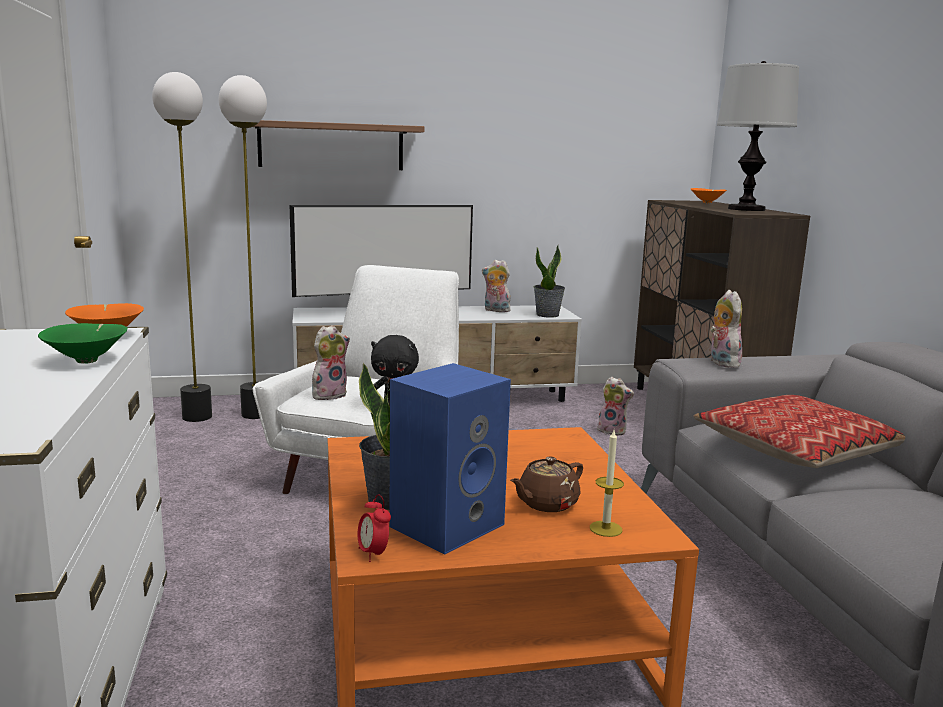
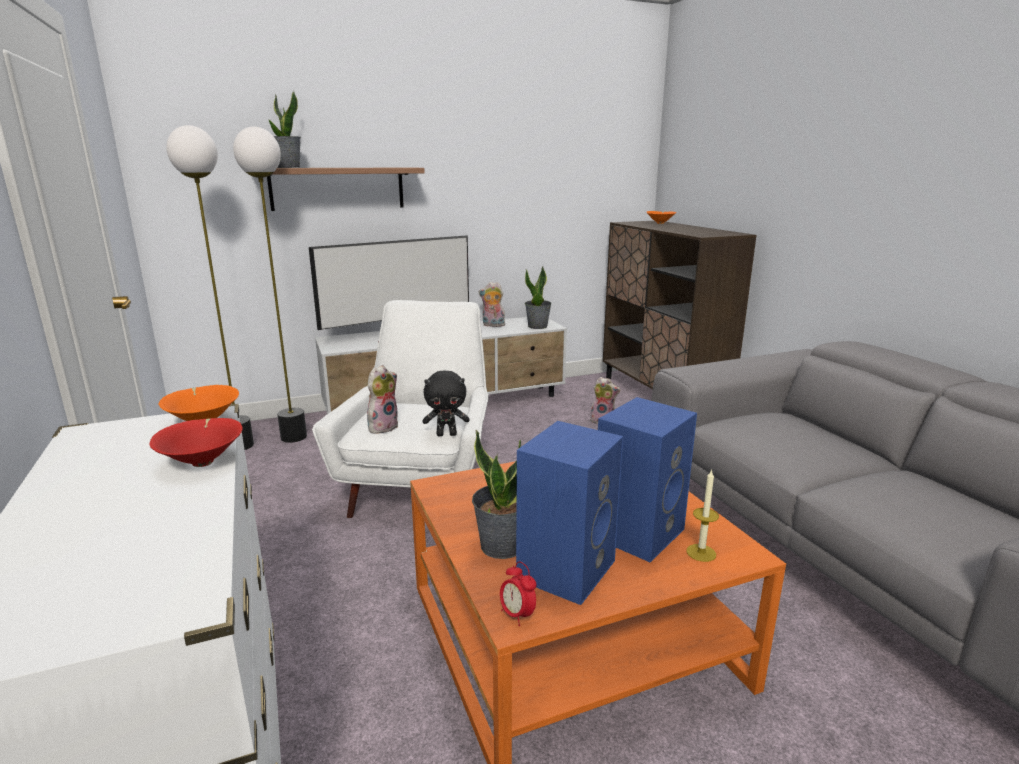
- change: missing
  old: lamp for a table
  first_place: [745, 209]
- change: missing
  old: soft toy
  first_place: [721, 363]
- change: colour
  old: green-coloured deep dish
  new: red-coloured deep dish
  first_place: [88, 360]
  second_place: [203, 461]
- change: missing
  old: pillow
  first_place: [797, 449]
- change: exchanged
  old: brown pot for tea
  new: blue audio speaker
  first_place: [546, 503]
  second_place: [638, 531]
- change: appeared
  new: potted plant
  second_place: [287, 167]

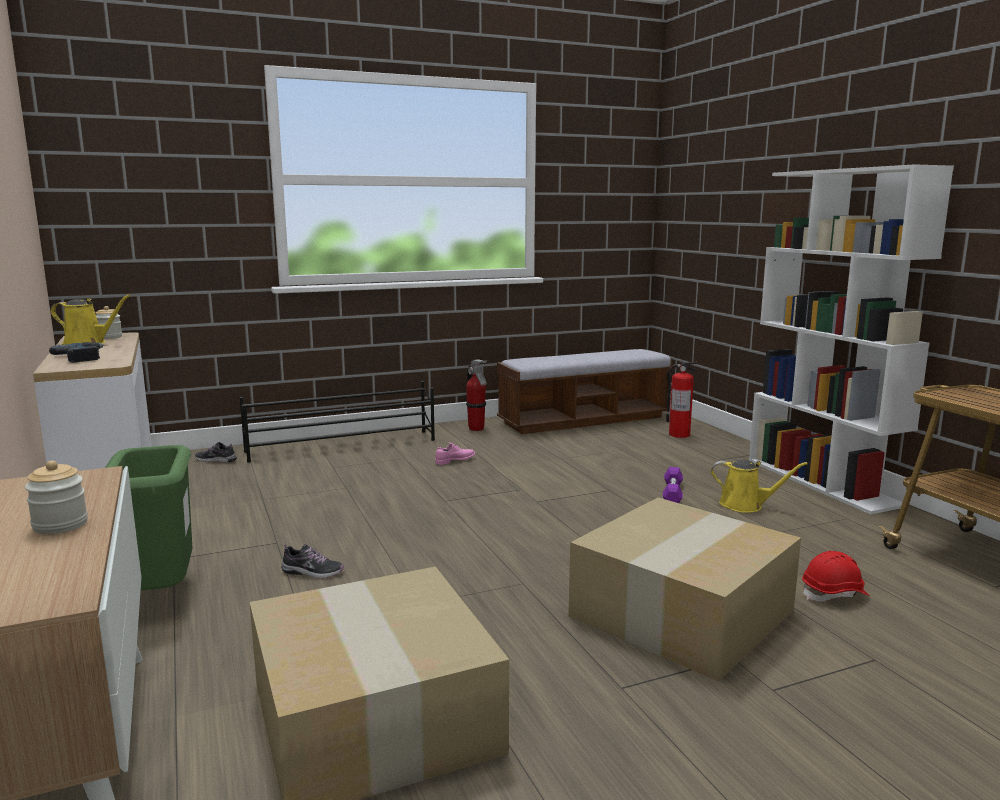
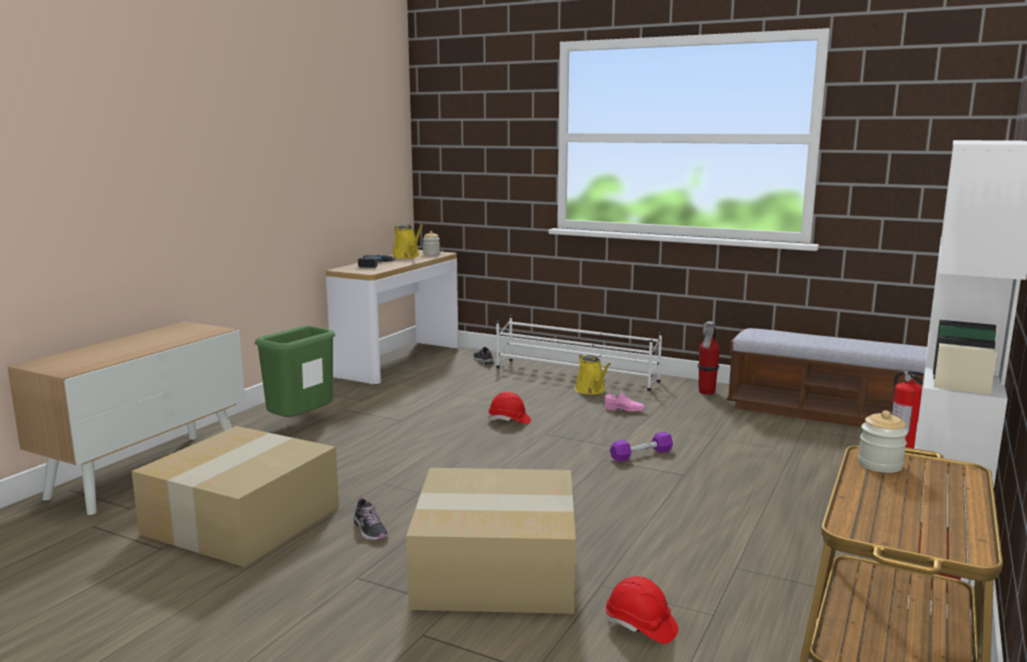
- change: colour
  old: black shoe stand
  new: whitish shoe stand
  first_place: [342, 446]
  second_place: [576, 374]
- change: relocated
  old: storage jar
  first_place: [60, 525]
  second_place: [880, 465]
- change: relocated
  old: yellowish watering can
  first_place: [745, 505]
  second_place: [591, 390]
- change: relocated
  old: purplish dumbbell
  first_place: [672, 494]
  second_place: [641, 454]
- change: relocated
  old: low shoe
  first_place: [312, 572]
  second_place: [370, 530]
- change: appeared
  new: red-coloured safety helmet
  second_place: [509, 420]

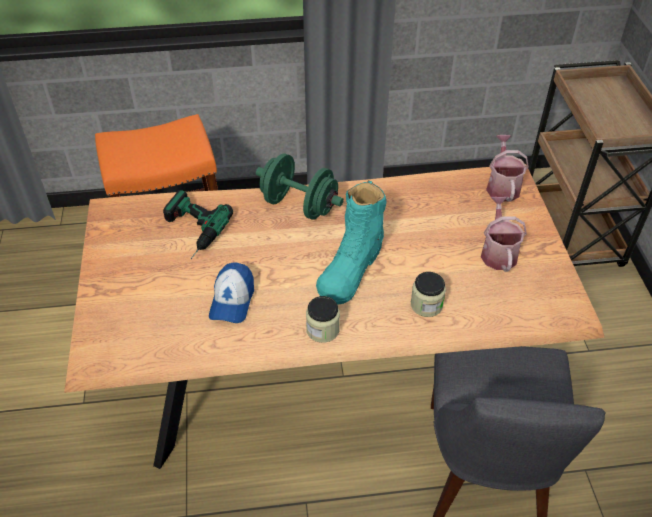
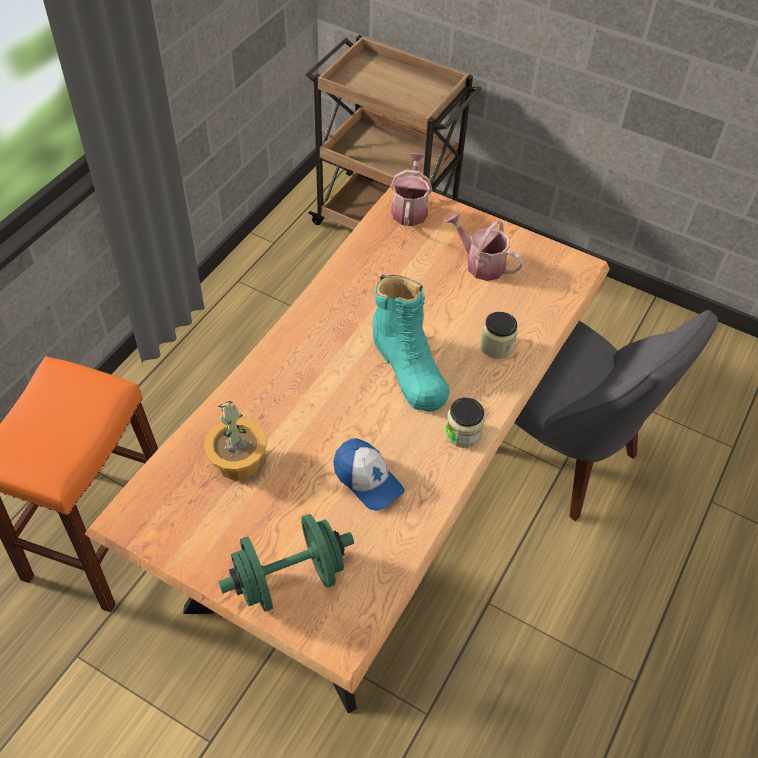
- change: spun
  old: watering can
  first_place: [502, 186]
  second_place: [410, 209]
  degrees: 60
- change: relocated
  old: green-coloured dumbbell
  first_place: [299, 205]
  second_place: [289, 578]
- change: exchanged
  old: power drill
  new: potted plant
  first_place: [190, 231]
  second_place: [238, 462]

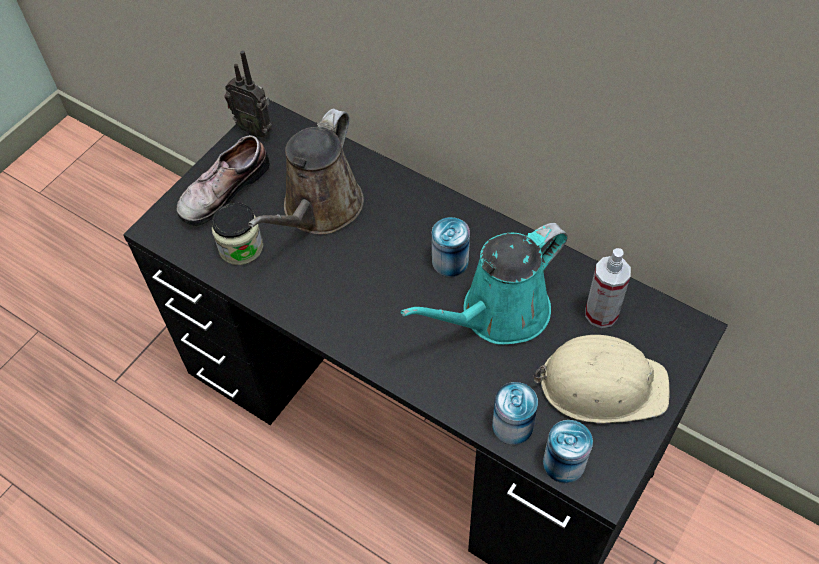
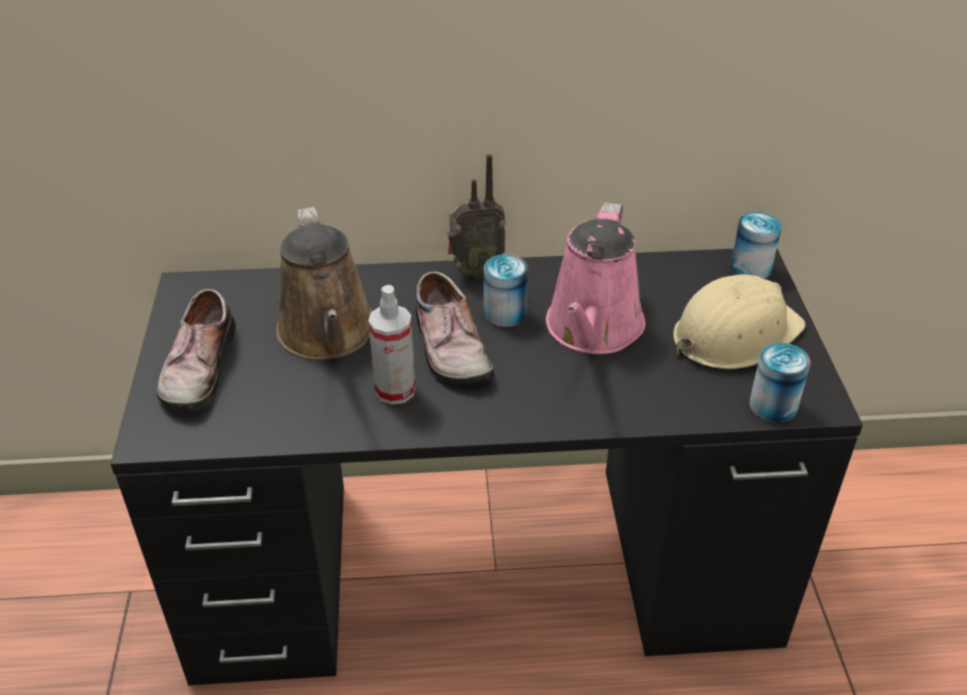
- change: relocated
  old: radio receiver
  first_place: [255, 129]
  second_place: [475, 272]
- change: missing
  old: storage jar
  first_place: [241, 247]
- change: colour
  old: turquoise watering can
  new: pink-coloured watering can
  first_place: [498, 314]
  second_place: [593, 329]
- change: relocated
  old: spray bottle
  first_place: [601, 313]
  second_place: [395, 390]
- change: relocated
  old: sealed can
  first_place: [512, 425]
  second_place: [750, 268]
- change: appeared
  new: low shoe
  second_place: [447, 347]

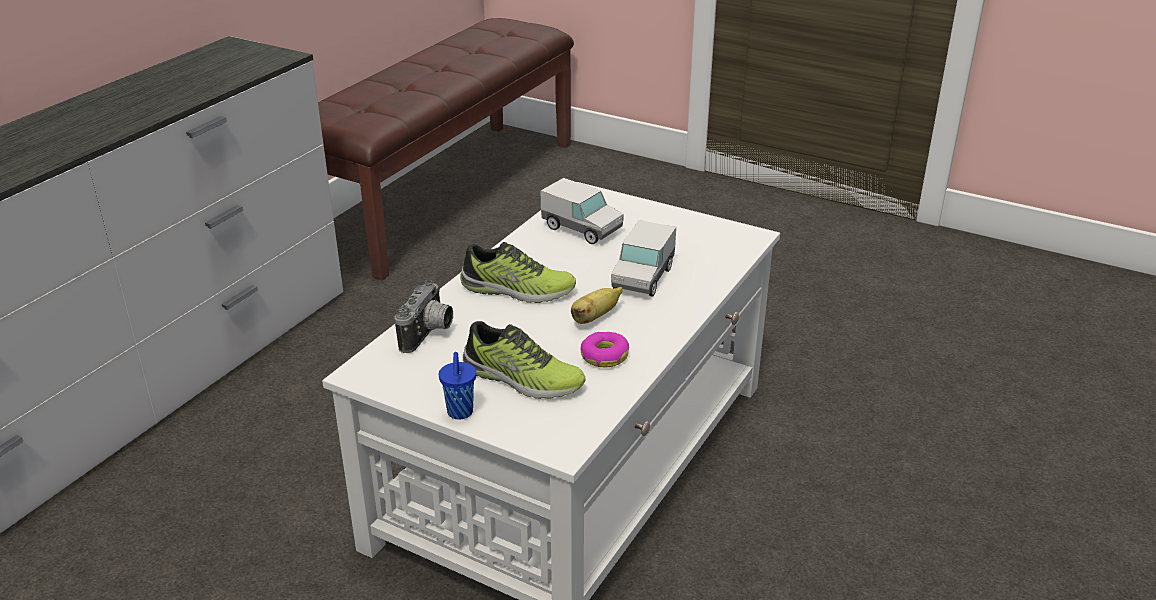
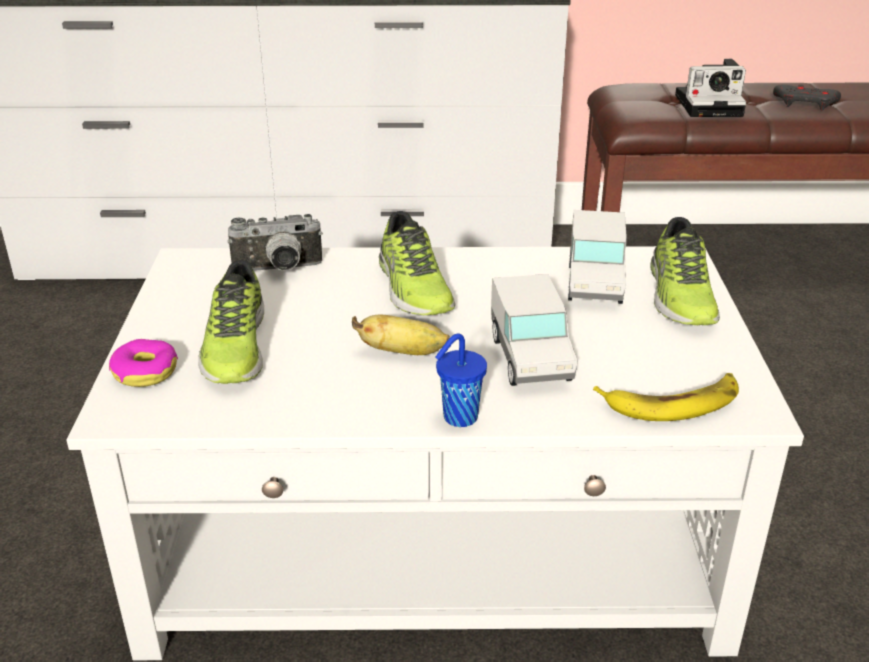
- change: spun
  old: toy truck
  first_place: [643, 278]
  second_place: [530, 358]
  degrees: -90
- change: relocated
  old: donut
  first_place: [604, 356]
  second_place: [145, 372]
- change: relocated
  old: blue drinking cup
  first_place: [460, 413]
  second_place: [458, 418]
- change: appeared
  new: photo camera
  second_place: [711, 105]
- change: appeared
  new: gray joypad
  second_place: [805, 103]
- change: appeared
  new: low shoe
  second_place: [679, 295]
- change: appeared
  new: banana
  second_place: [672, 403]

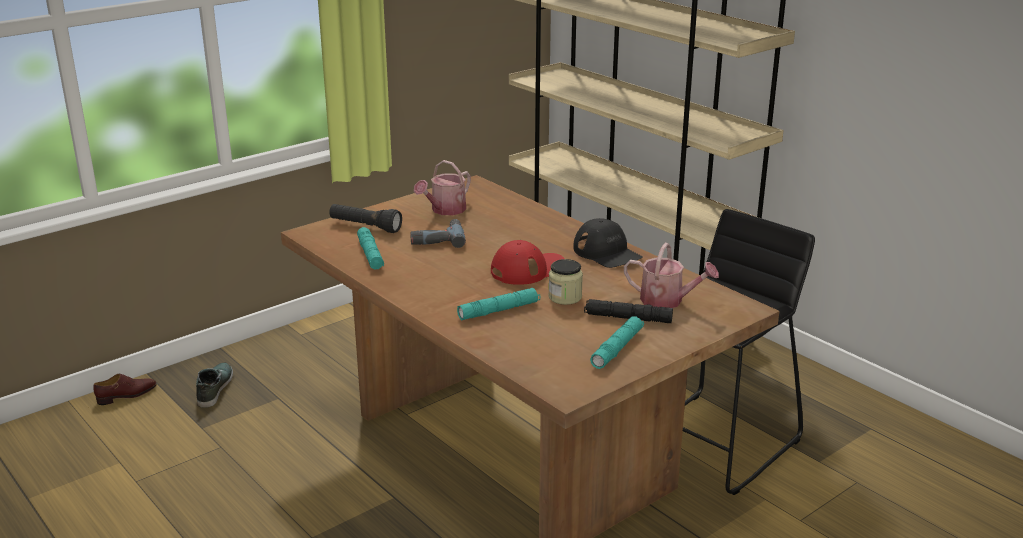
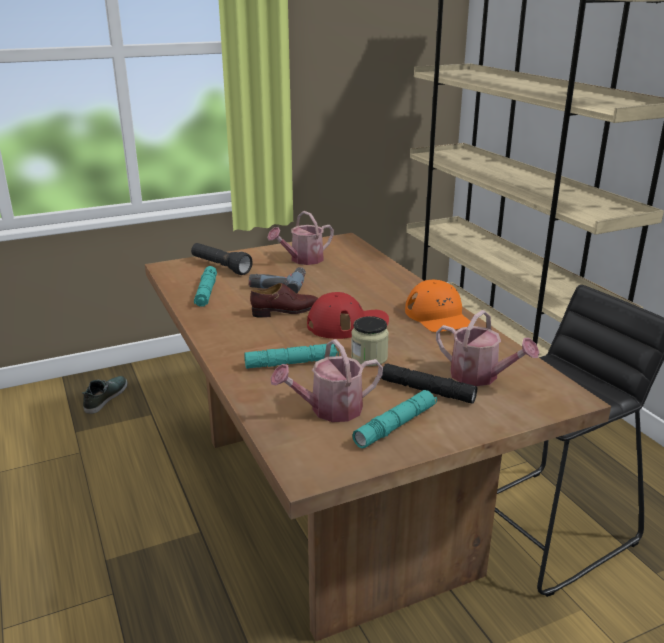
- change: colour
  old: black baseball cap
  new: orange-coloured baseball cap
  first_place: [607, 253]
  second_place: [438, 316]
- change: relocated
  old: brown low shoe
  first_place: [127, 395]
  second_place: [286, 311]
- change: appeared
  new: watering can
  second_place: [329, 410]

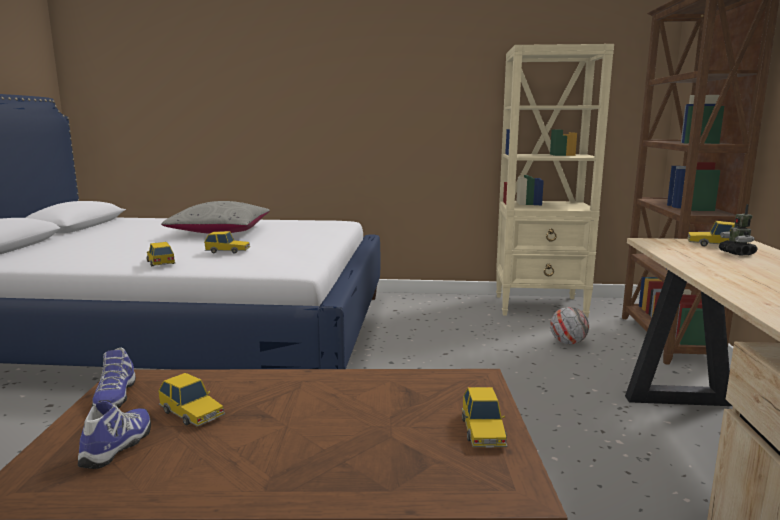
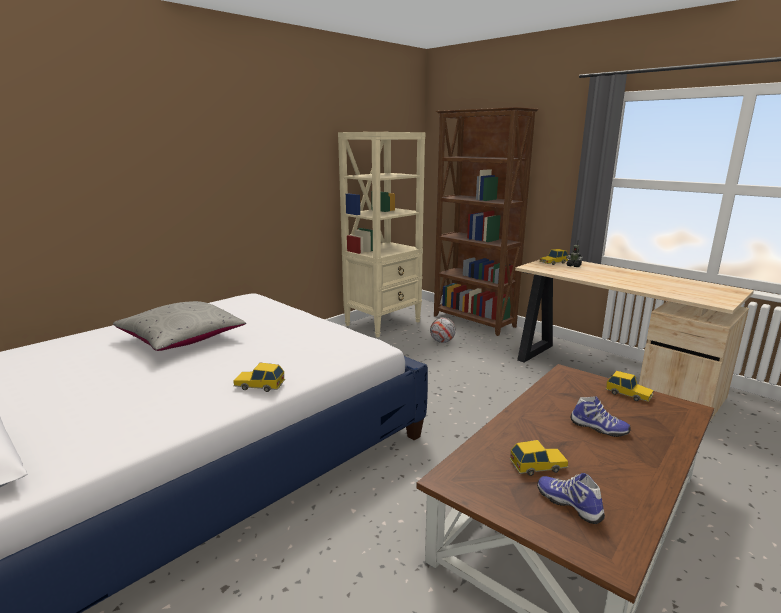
- change: missing
  old: model car
  first_place: [228, 251]
- change: relocated
  old: low shoe
  first_place: [114, 396]
  second_place: [598, 428]

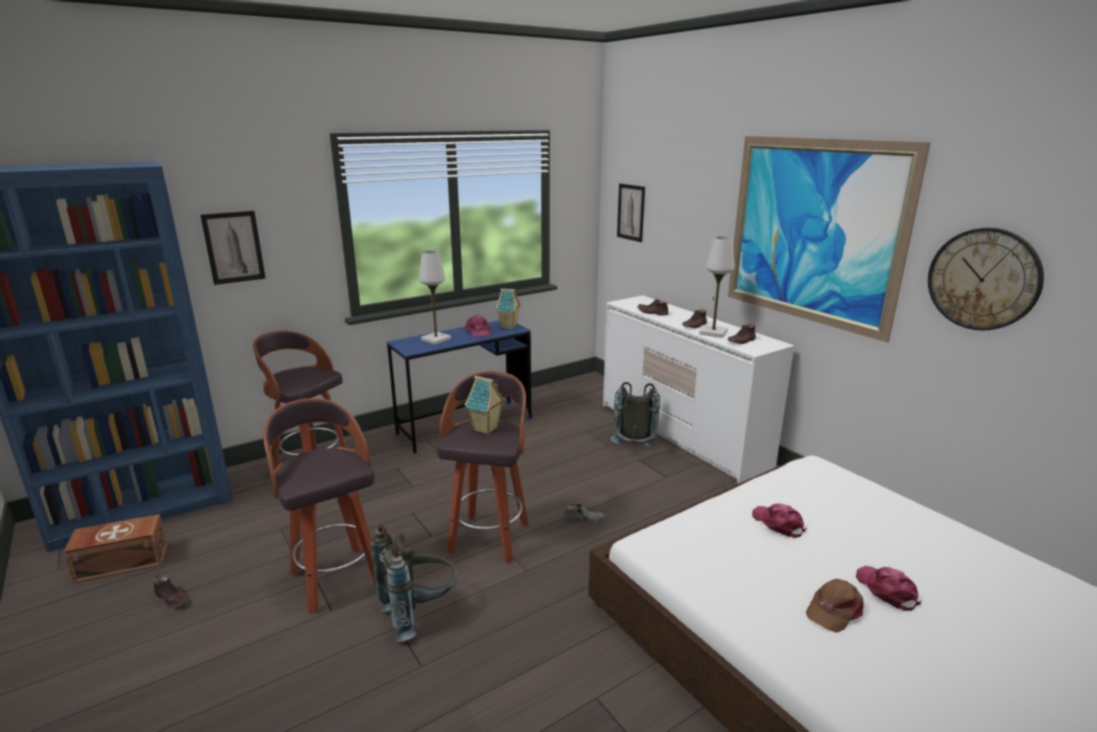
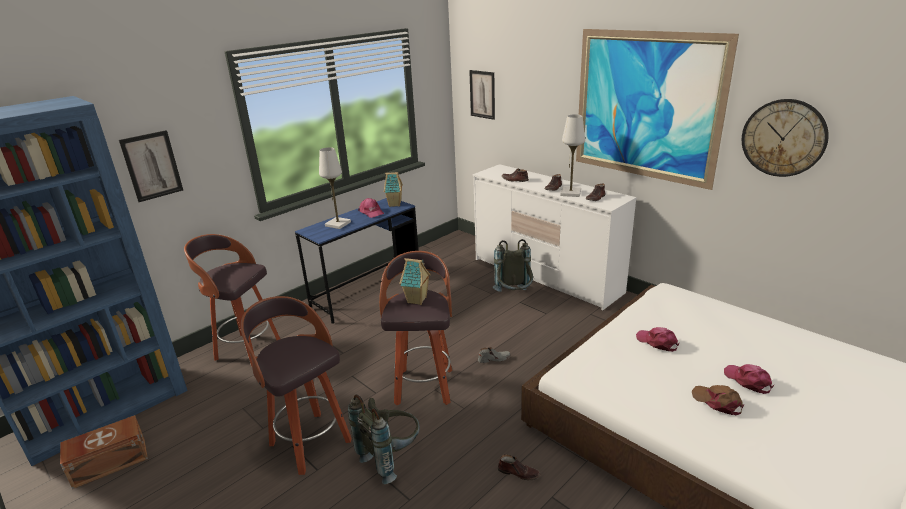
- change: relocated
  old: brown low shoe
  first_place: [172, 598]
  second_place: [519, 472]
- change: spun
  old: brown baseball cap
  first_place: [834, 610]
  second_place: [717, 402]
  degrees: 105

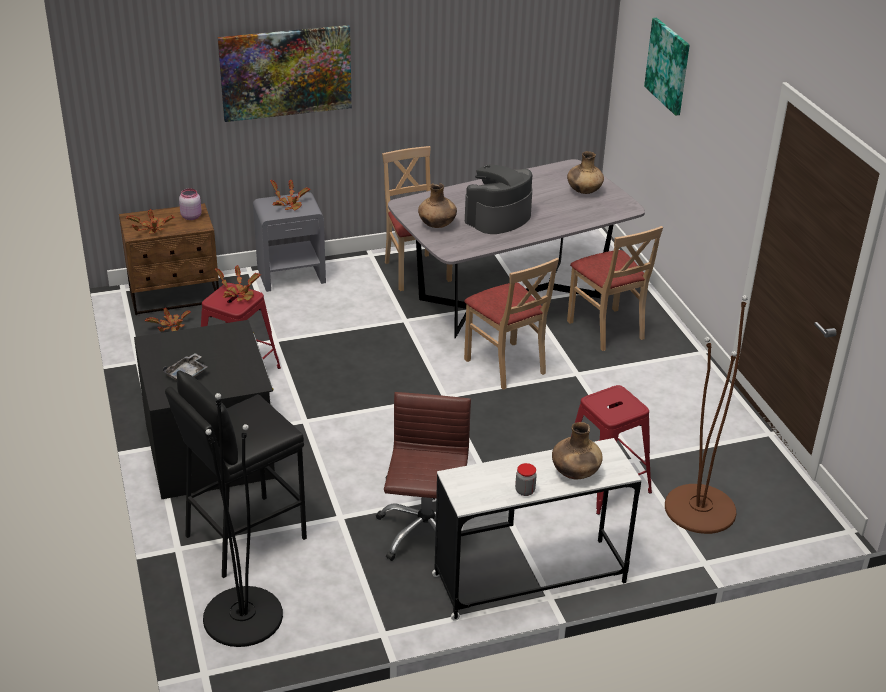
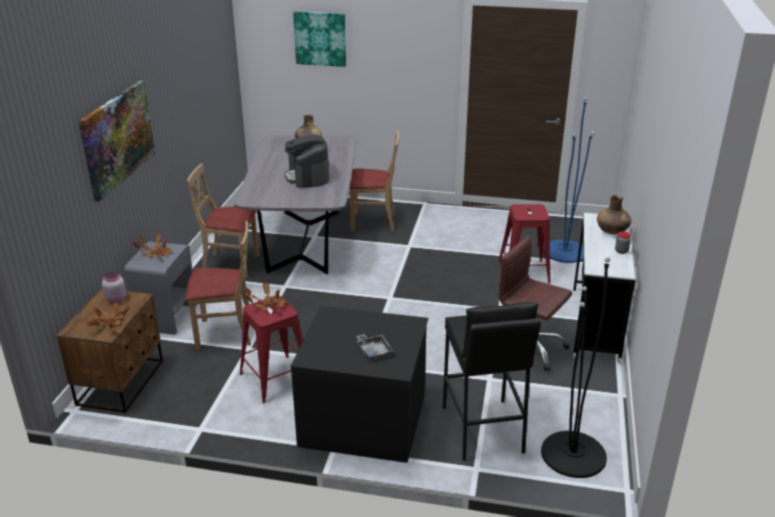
- change: missing
  old: brown vase
  first_place: [437, 225]
- change: relocated
  old: beige chair
  first_place: [506, 365]
  second_place: [225, 333]
- change: colour
  old: brown standing lamp
  new: blue standing lamp
  first_place: [700, 509]
  second_place: [565, 251]
- change: missing
  old: potted plant
  first_place: [170, 327]

